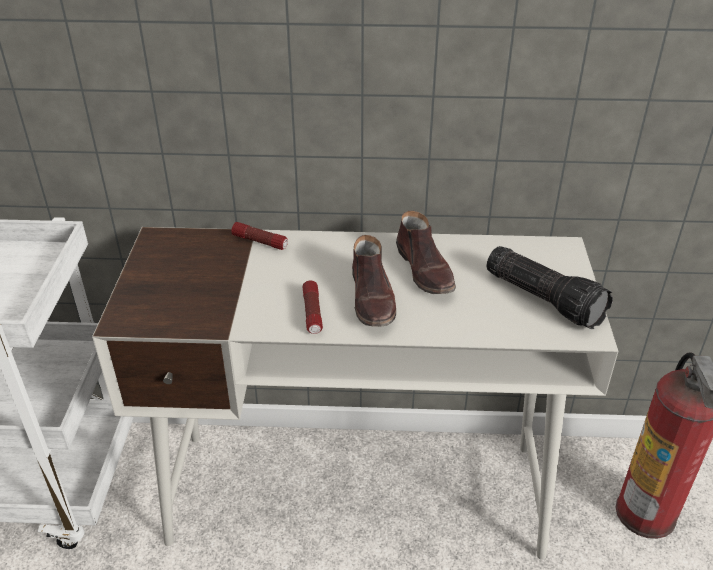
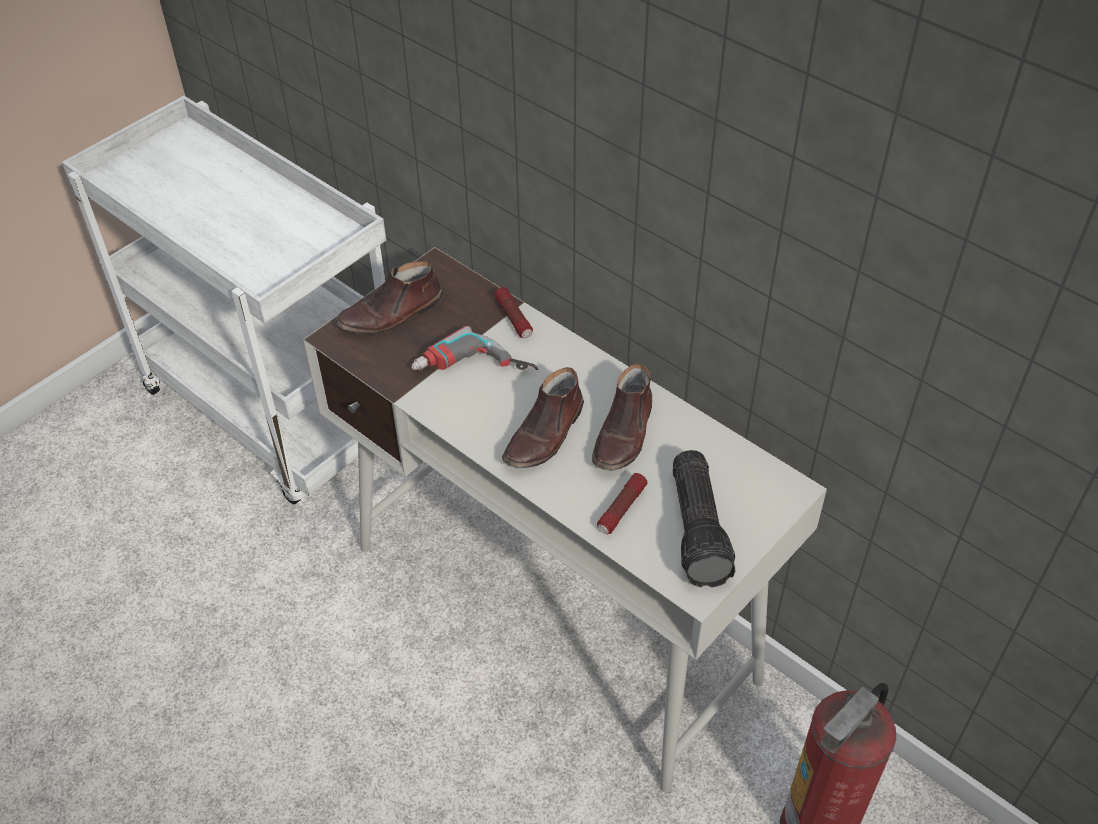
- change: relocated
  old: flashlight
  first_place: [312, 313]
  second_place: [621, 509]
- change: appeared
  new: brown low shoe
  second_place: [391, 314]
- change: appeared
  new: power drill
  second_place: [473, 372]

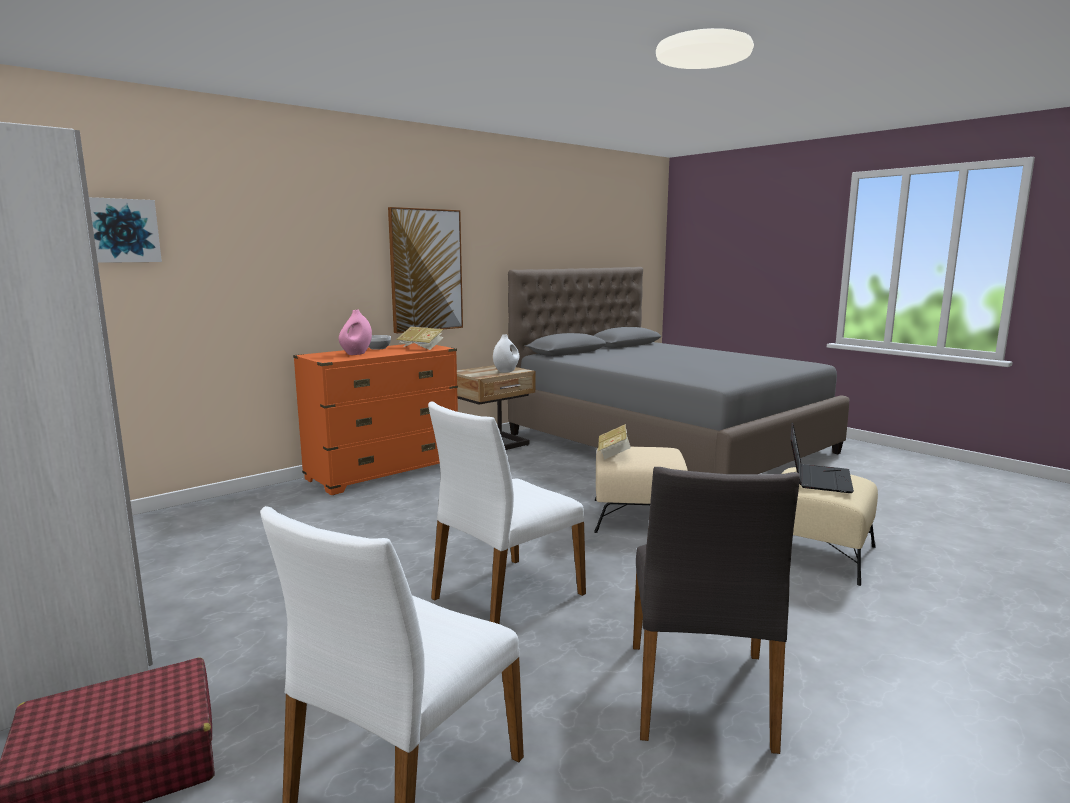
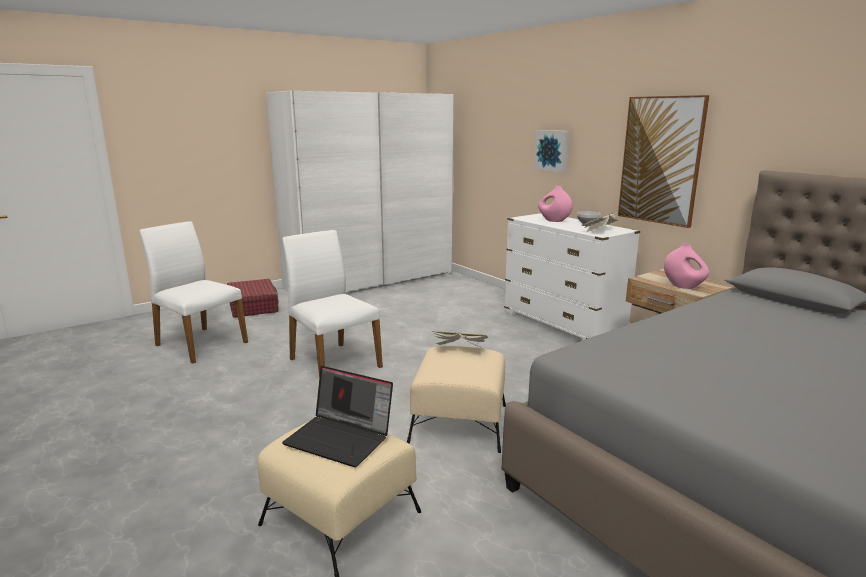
- change: relocated
  old: wall art
  first_place: [122, 230]
  second_place: [552, 150]
- change: colour
  old: whitish vase
  new: pink-coloured vase
  first_place: [506, 371]
  second_place: [683, 286]
- change: colour
  old: orange-coloured drawer chest
  new: whitish drawer chest
  first_place: [384, 472]
  second_place: [562, 324]
- change: missing
  old: gray chair
  first_place: [701, 695]

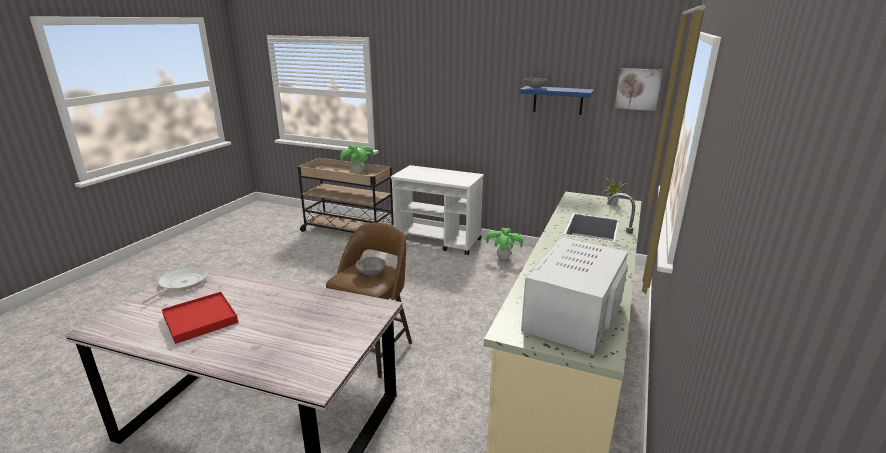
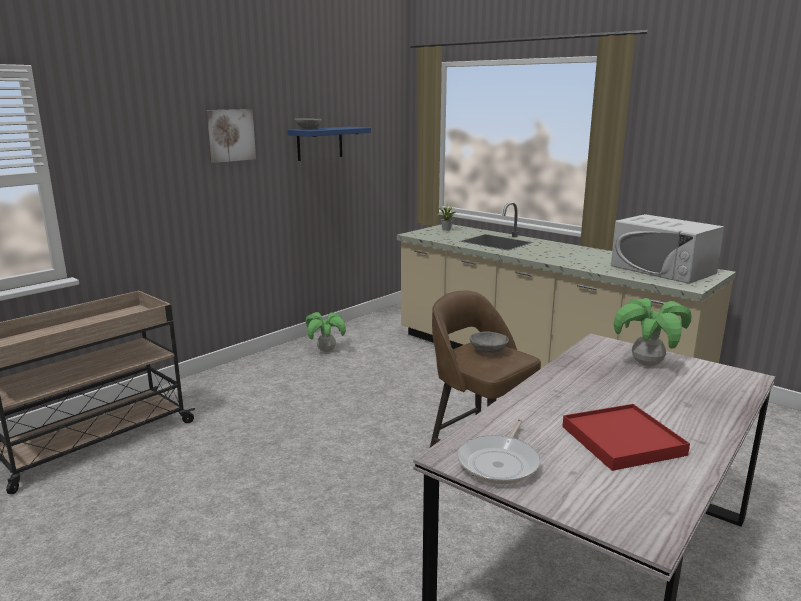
- change: relocated
  old: wall art
  first_place: [638, 89]
  second_place: [231, 135]
- change: relocated
  old: potted plant
  first_place: [358, 173]
  second_place: [647, 364]
- change: missing
  old: whitish cart
  first_place: [438, 241]
- change: spun
  old: skillet
  first_place: [181, 283]
  second_place: [500, 462]
  degrees: -105

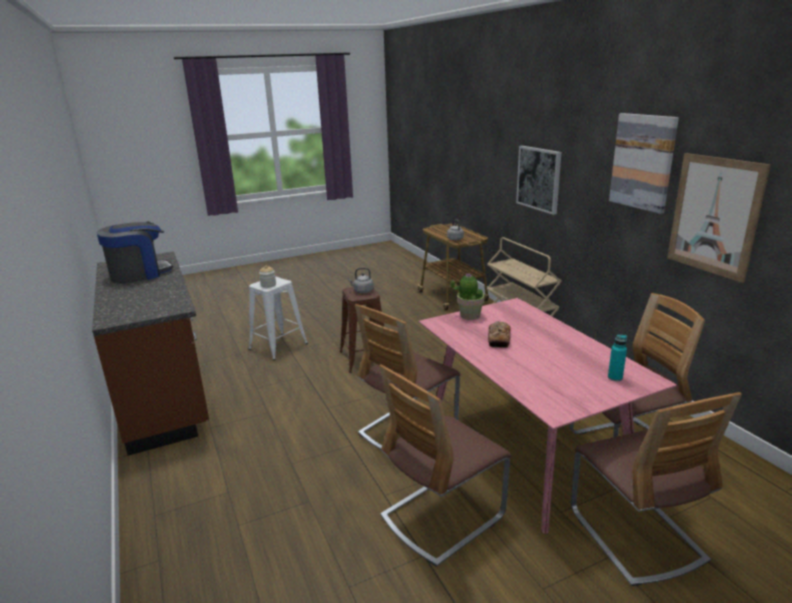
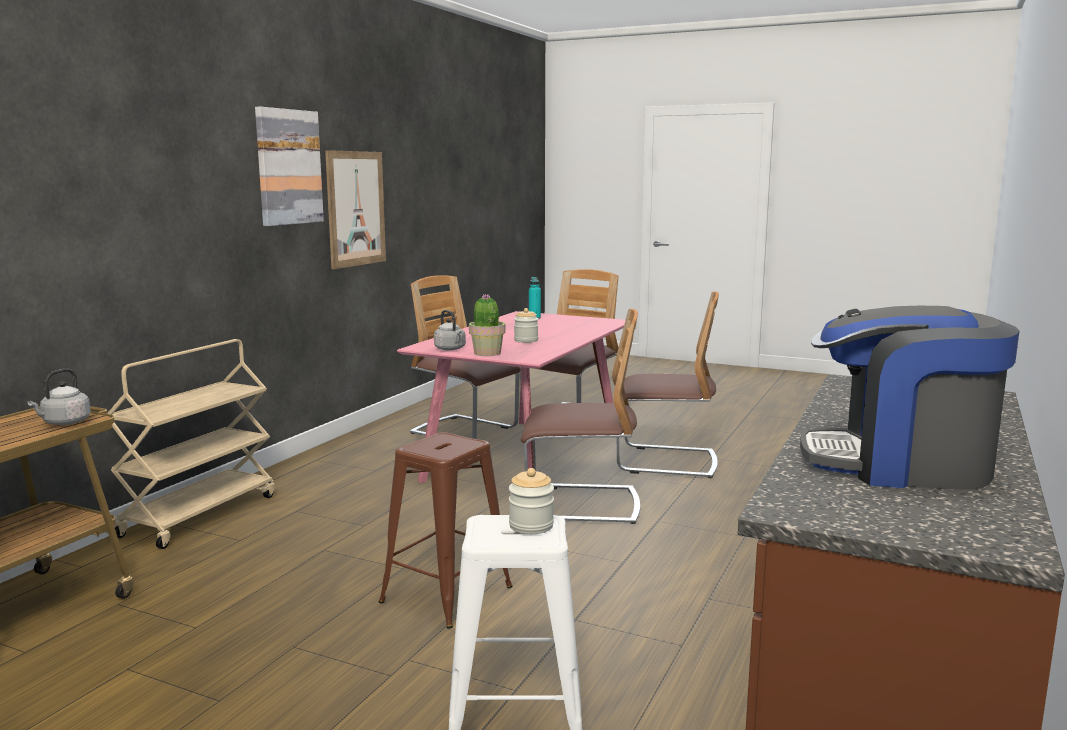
- change: missing
  old: wall art
  first_place: [539, 179]
- change: relocated
  old: gray kettle
  first_place: [362, 291]
  second_place: [451, 349]
- change: exchanged
  old: bakery bread
  new: storage jar
  first_place: [498, 339]
  second_place: [526, 340]

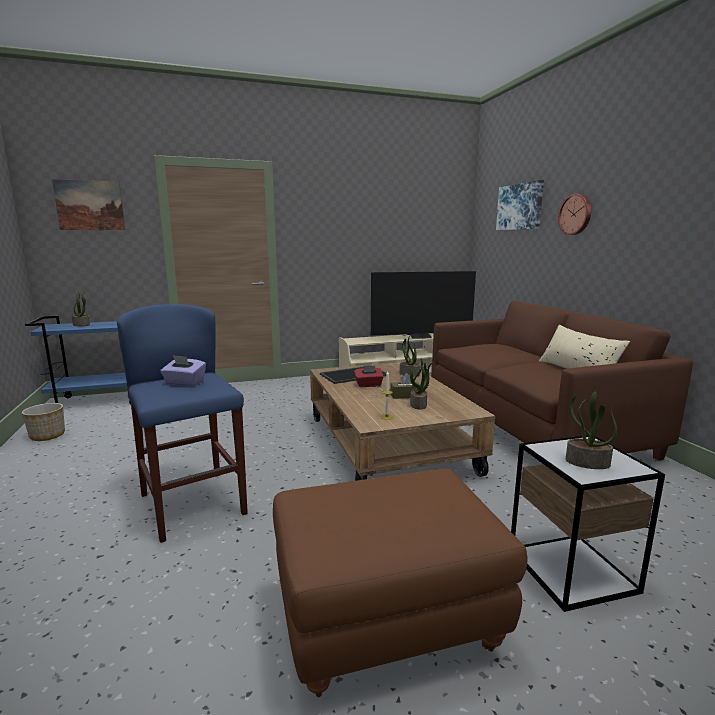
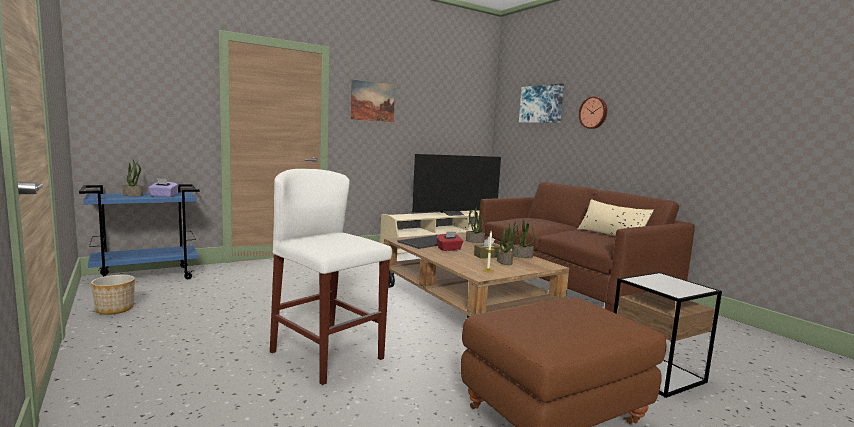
- change: relocated
  old: wall art
  first_place: [90, 205]
  second_place: [373, 101]
- change: colour
  old: blue stool seat
  new: whitish stool seat
  first_place: [193, 504]
  second_place: [327, 355]
- change: relocated
  old: purplish box of tissues
  first_place: [184, 383]
  second_place: [163, 196]
- change: relocated
  old: potted plant
  first_place: [587, 463]
  second_place: [522, 256]

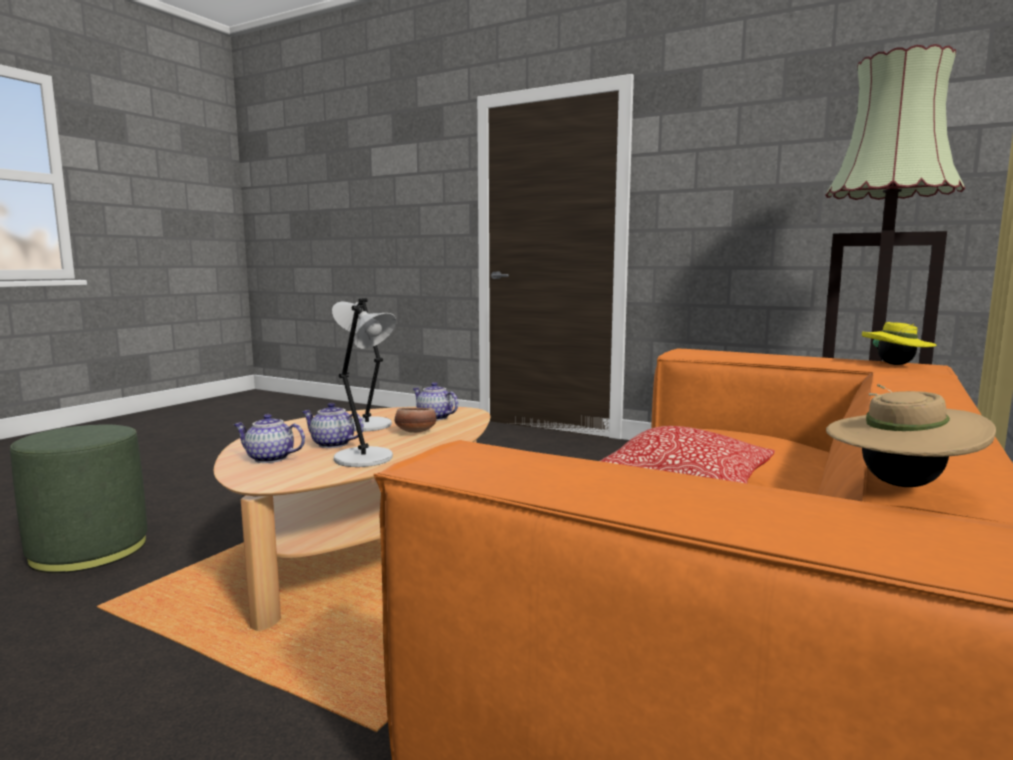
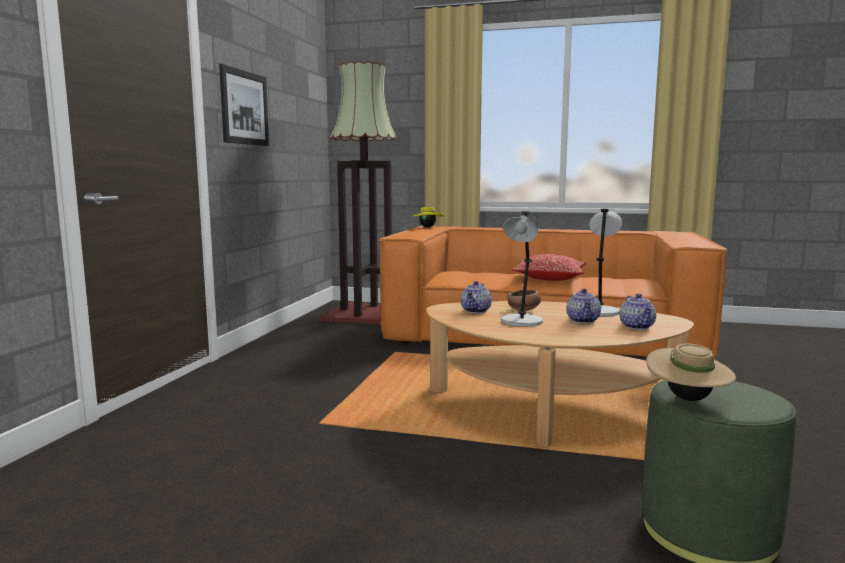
- change: relocated
  old: beige hat
  first_place: [899, 484]
  second_place: [687, 399]
- change: appeared
  new: wall art
  second_place: [244, 108]

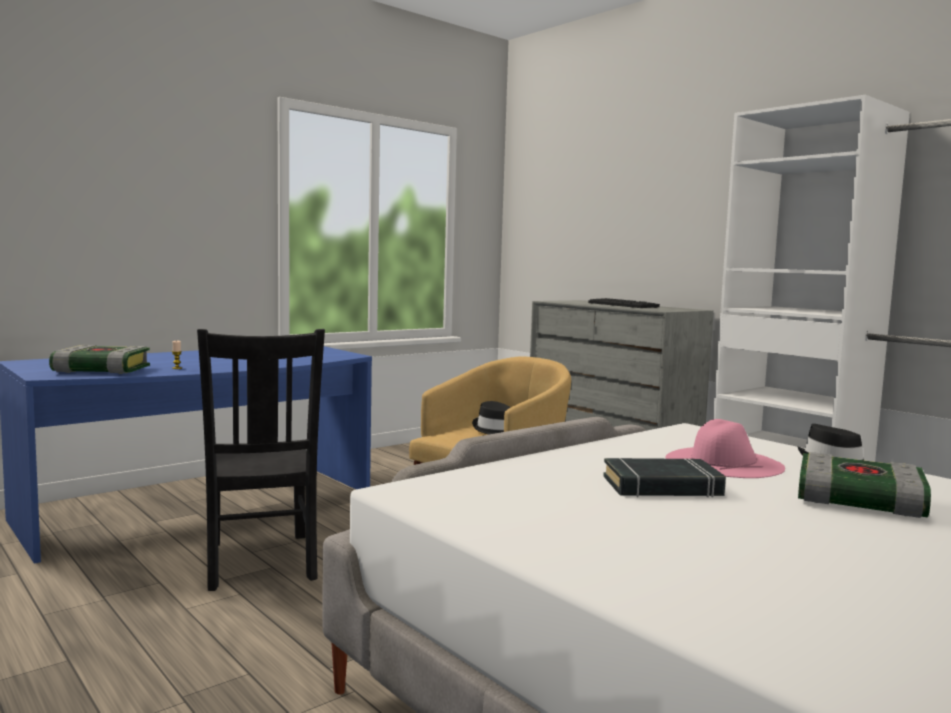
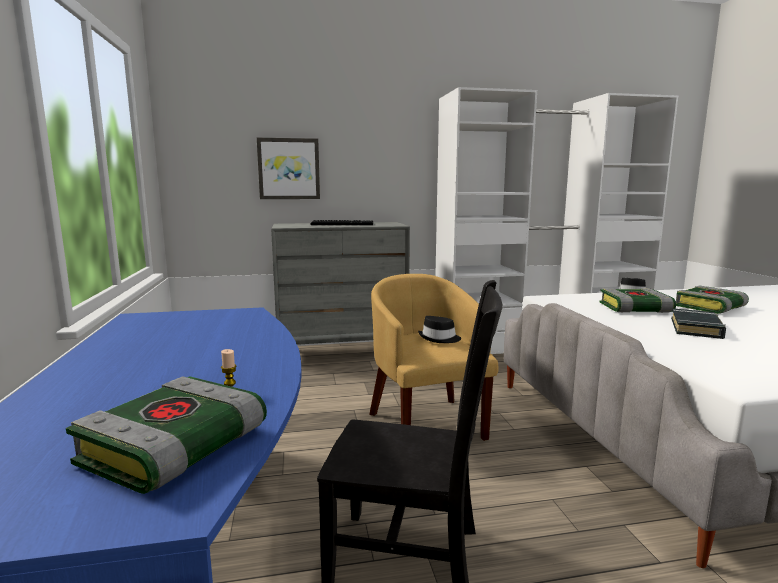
- change: exchanged
  old: pink-coloured hat
  new: bound book
  first_place: [723, 462]
  second_place: [634, 309]
- change: appeared
  new: wall art
  second_place: [289, 169]

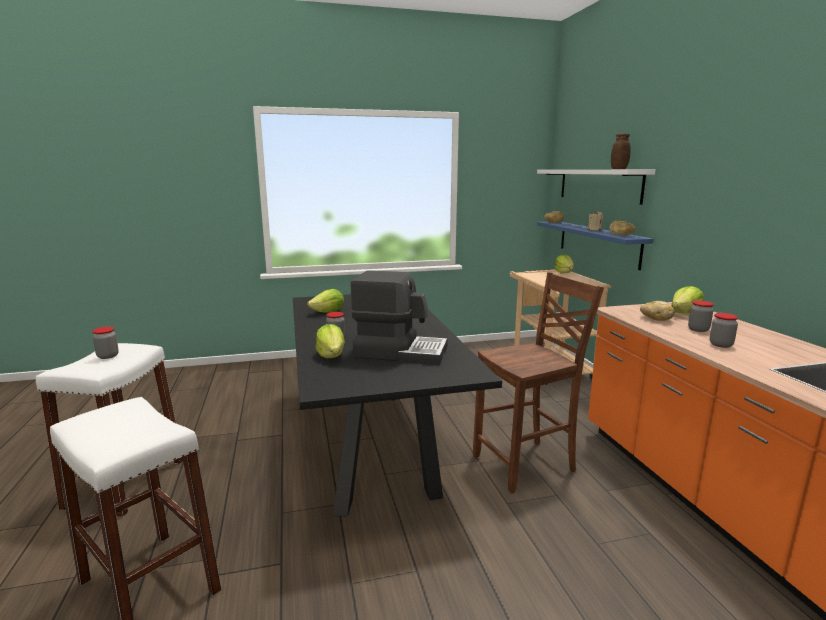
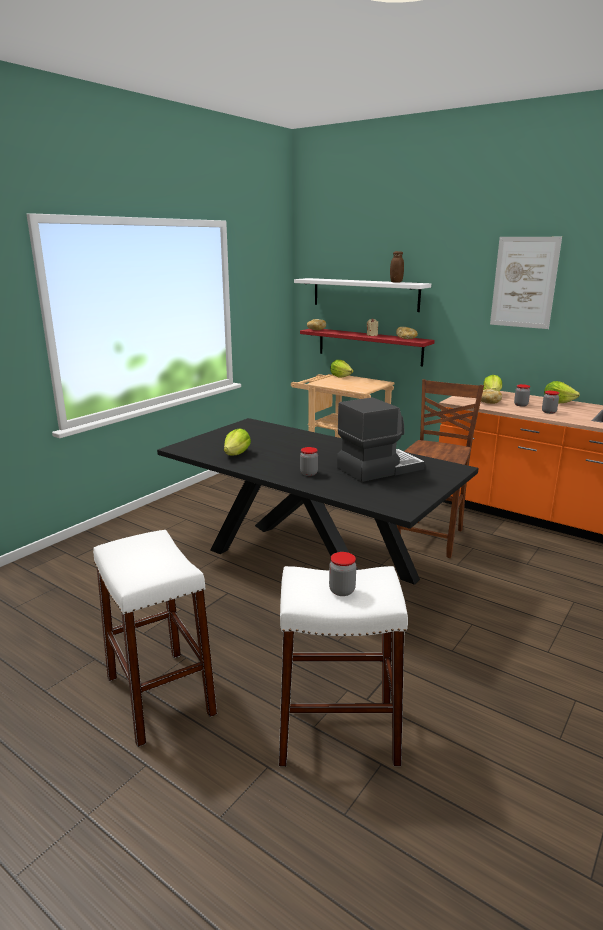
- change: colour
  old: blue shelf
  new: red-coloured shelf
  first_place: [597, 243]
  second_place: [369, 346]
- change: relocated
  old: lettuce
  first_place: [331, 355]
  second_place: [558, 402]
- change: relocated
  old: storage jar
  first_place: [108, 356]
  second_place: [342, 590]
- change: appeared
  new: wall art
  second_place: [524, 282]

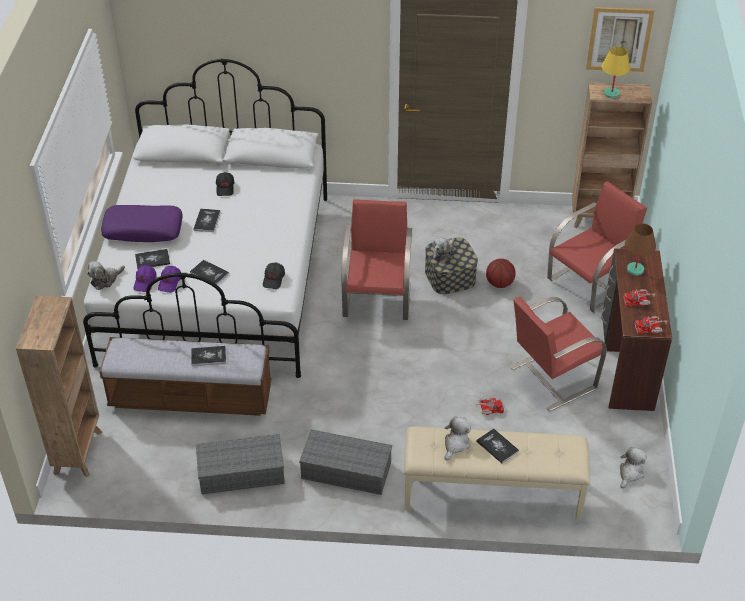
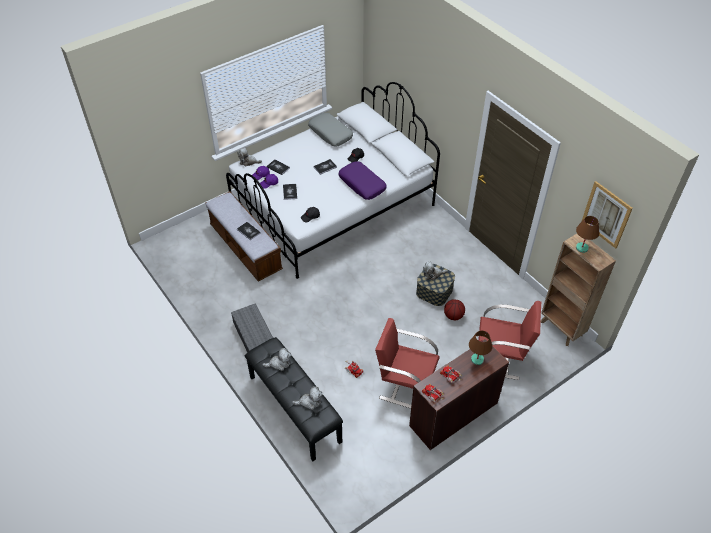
- change: colour
  old: yellowish lamp for a table
  new: brown lamp for a table
  first_place: [611, 94]
  second_place: [581, 248]
- change: missing
  old: red-coloured chair
  first_place: [377, 299]
- change: relocated
  old: purplish pillow
  first_place: [143, 229]
  second_place: [362, 184]
- change: missing
  old: brown bookshelf
  first_place: [78, 451]
- change: colour
  old: beige bench
  new: black bench
  first_place: [492, 494]
  second_place: [294, 409]
- change: missing
  old: bound book
  first_place: [497, 446]
- change: missing
  old: gray storage bin
  first_place: [242, 471]
- change: relocated
  old: soft toy
  first_place: [630, 473]
  second_place: [309, 402]
- change: appeared
  new: gray pillow
  second_place: [330, 133]

